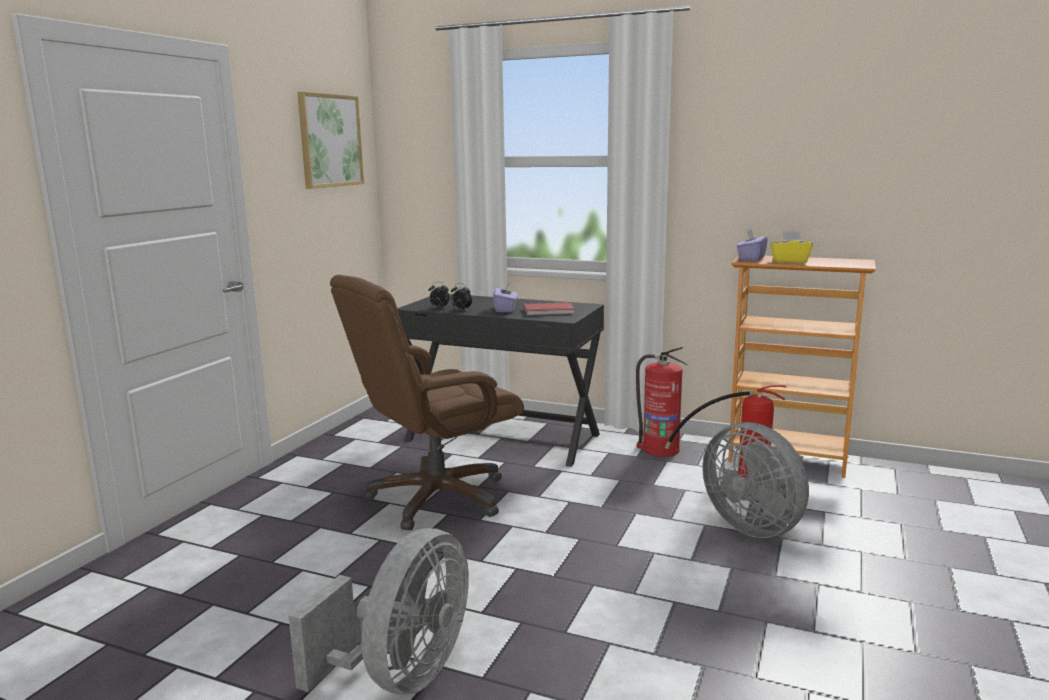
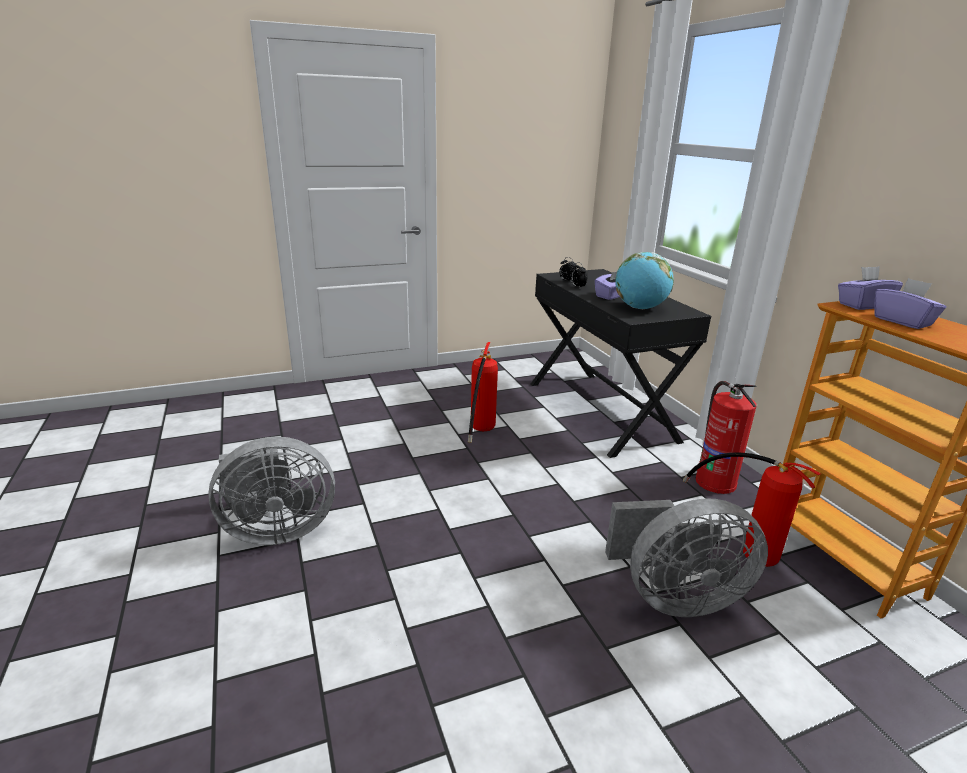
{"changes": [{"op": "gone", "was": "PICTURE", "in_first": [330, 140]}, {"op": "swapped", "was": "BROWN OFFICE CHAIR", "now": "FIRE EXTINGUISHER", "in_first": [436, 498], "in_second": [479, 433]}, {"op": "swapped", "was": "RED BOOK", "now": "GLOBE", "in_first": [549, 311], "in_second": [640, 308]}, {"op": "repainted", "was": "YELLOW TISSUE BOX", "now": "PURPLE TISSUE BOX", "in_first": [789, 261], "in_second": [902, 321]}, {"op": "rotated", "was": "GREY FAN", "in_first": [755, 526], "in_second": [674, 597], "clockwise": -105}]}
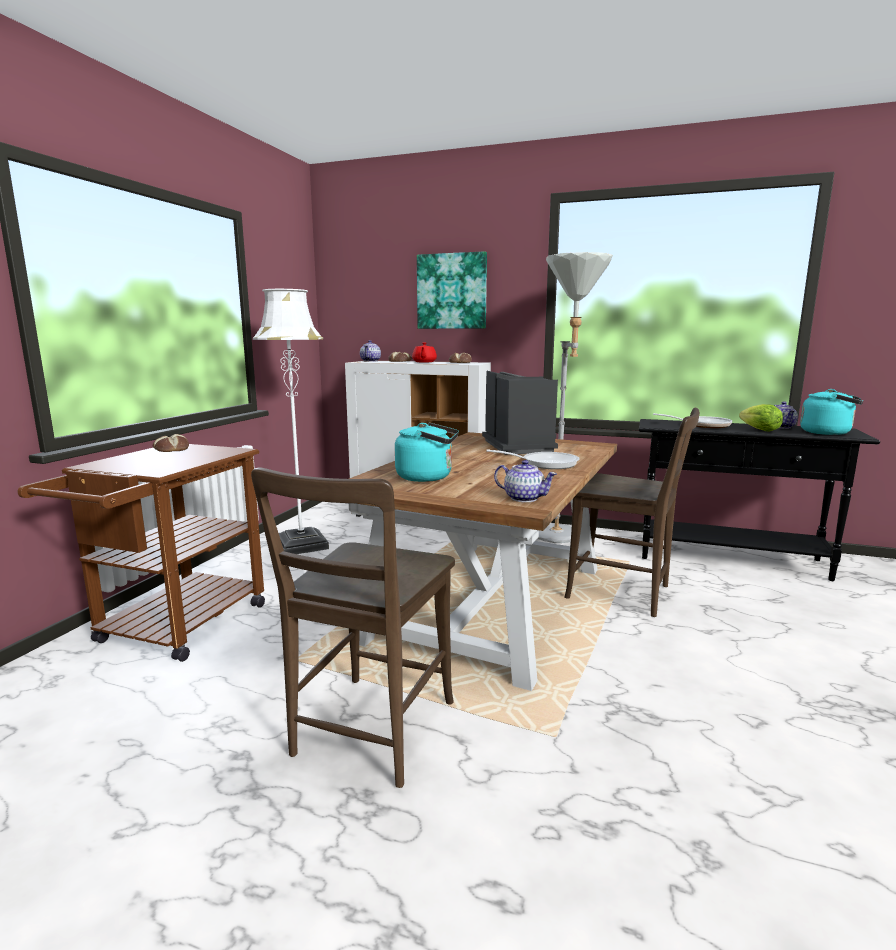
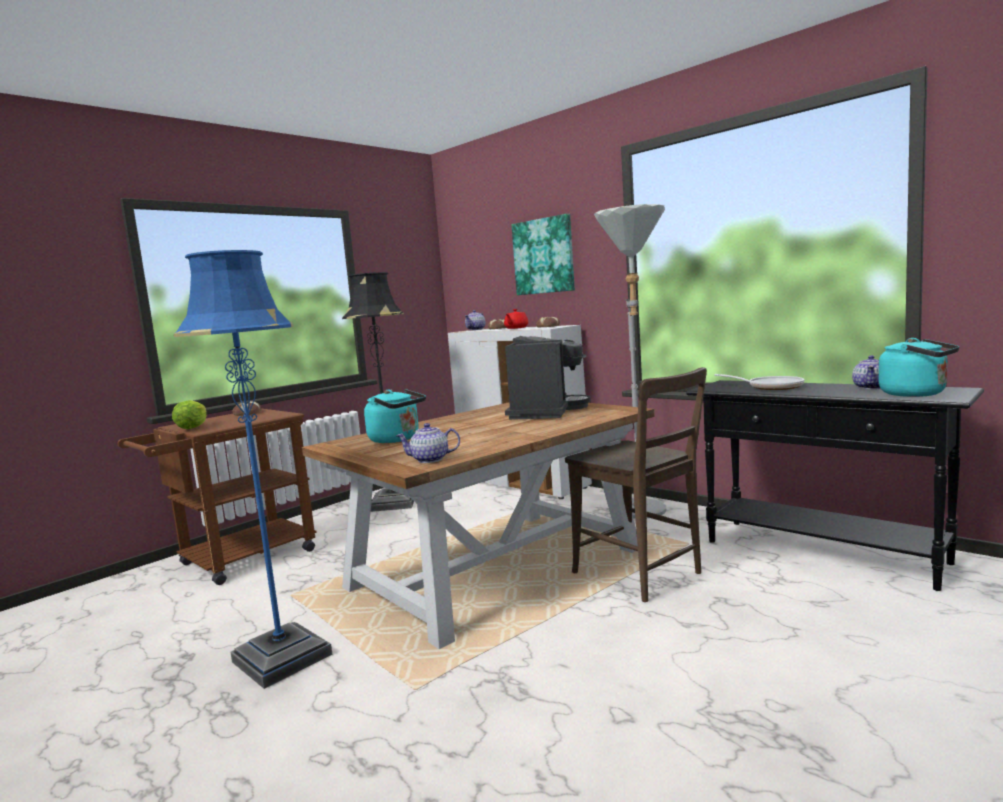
{"changes": [{"op": "gone", "was": "FRYING PAN", "in_first": [544, 463]}, {"op": "shifted", "was": "LETTUCE", "in_first": [759, 430], "in_second": [192, 427]}, {"op": "swapped", "was": "BROWN CHAIR", "now": "BLUE FLOOR LAMP", "in_first": [370, 733], "in_second": [282, 658]}, {"op": "repainted", "was": "WHITE FLOOR LAMP", "now": "BLACK FLOOR LAMP", "in_first": [302, 545], "in_second": [393, 503]}, {"op": "rotated", "was": "TEAPOT", "in_first": [523, 498], "in_second": [430, 459], "clockwise": 120}]}
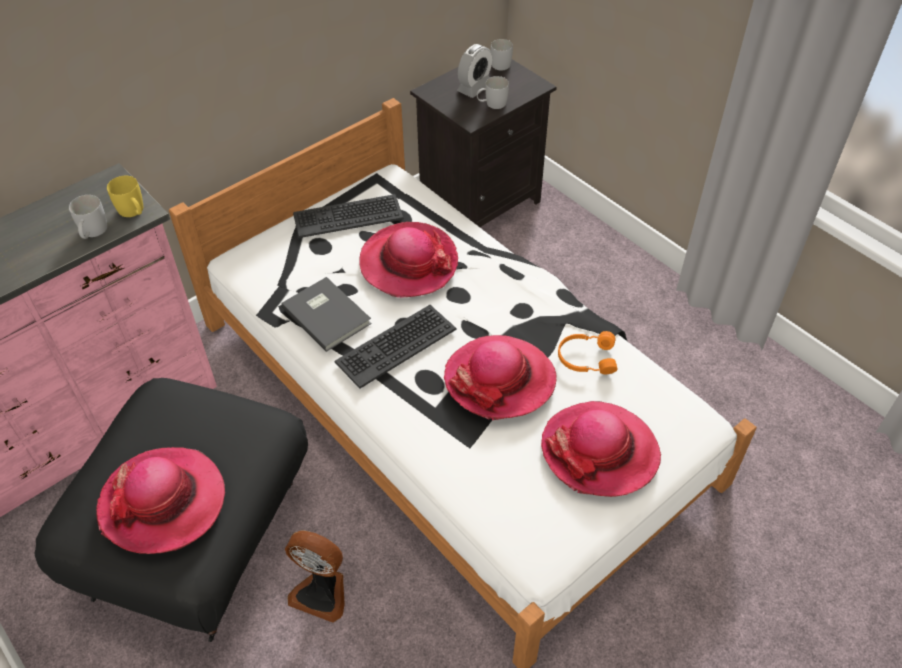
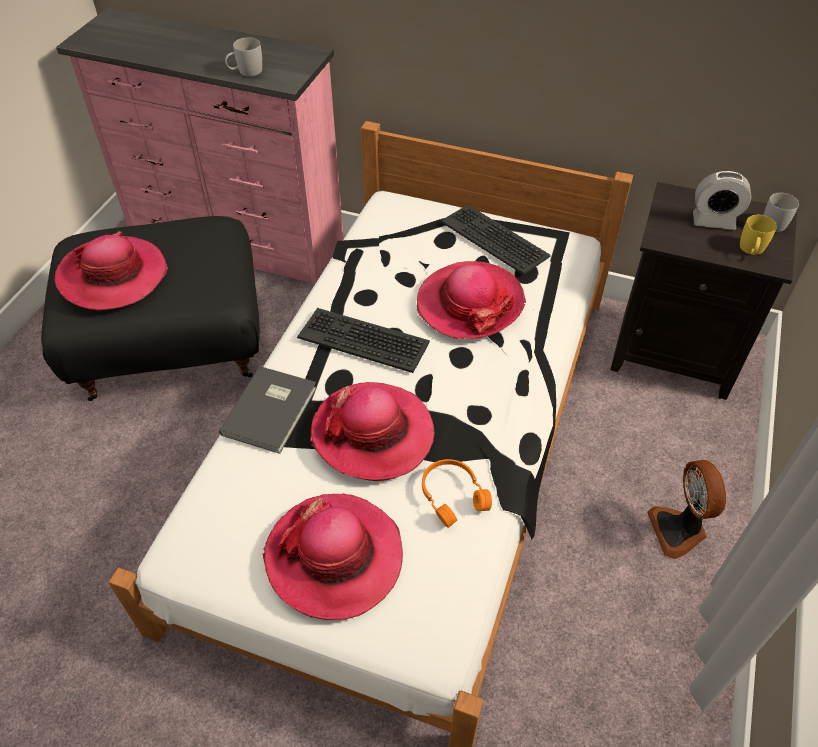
{"changes": [{"op": "gone", "was": "WHITE MUG", "in_first": [492, 104]}, {"op": "shifted", "was": "YELLOW MUG", "in_first": [133, 212], "in_second": [751, 251]}, {"op": "shifted", "was": "GREY BOOK", "in_first": [327, 314], "in_second": [272, 410]}, {"op": "shifted", "was": "FAN", "in_first": [322, 592], "in_second": [679, 530]}]}
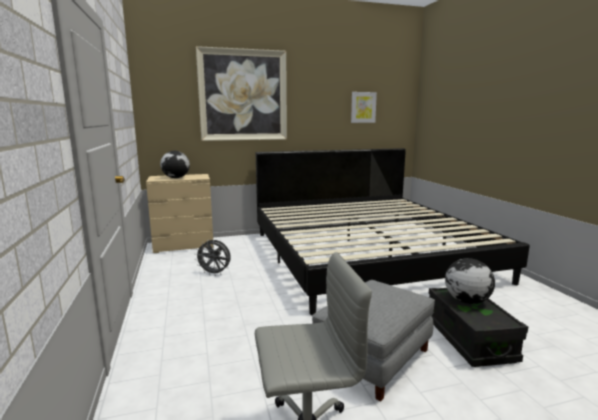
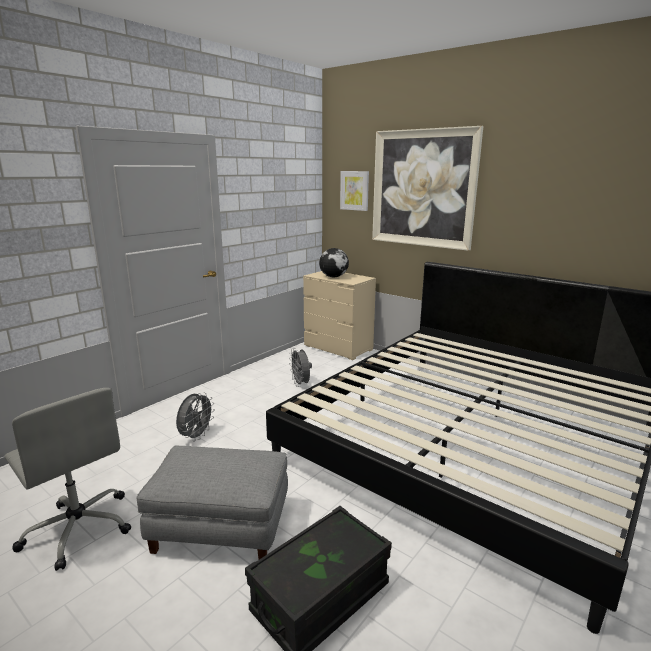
{"changes": [{"op": "gone", "was": "GLOBE", "in_first": [466, 301]}, {"op": "new", "now": "GREY FAN", "in_second": [196, 436]}, {"op": "shifted", "was": "PICTURE", "in_first": [363, 107], "in_second": [354, 190]}]}
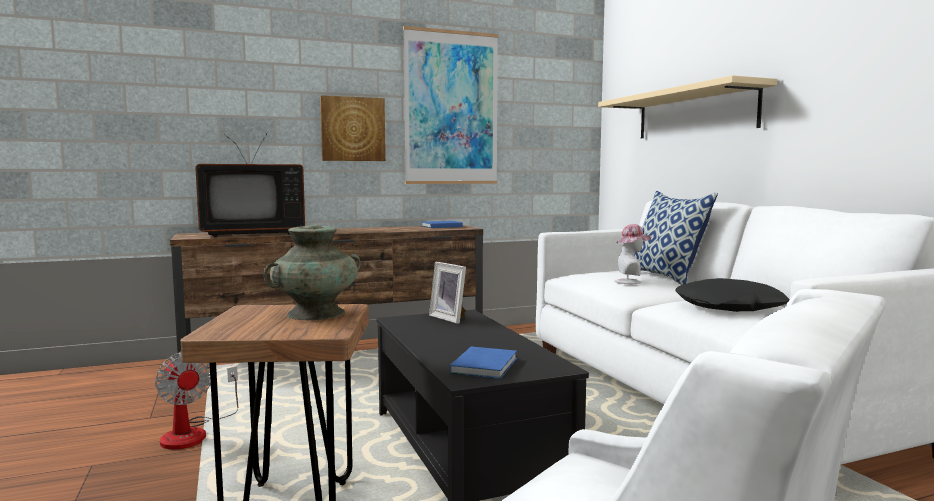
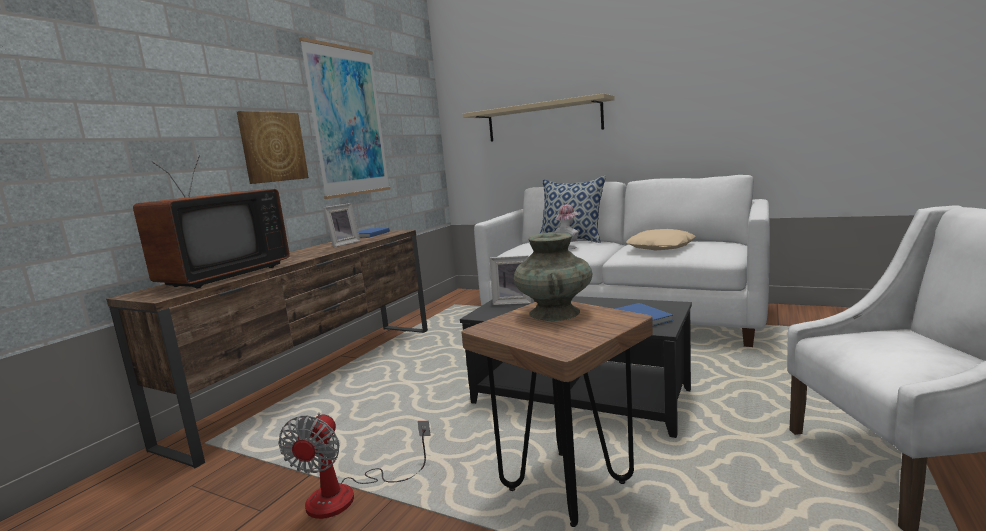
{"changes": [{"op": "new", "now": "PICTURE FRAME", "in_second": [343, 244]}, {"op": "repainted", "was": "BLACK PILLOW", "now": "BEIGE PILLOW", "in_first": [729, 307], "in_second": [661, 247]}, {"op": "rotated", "was": "FAN", "in_first": [193, 433], "in_second": [348, 494], "clockwise": 90}]}
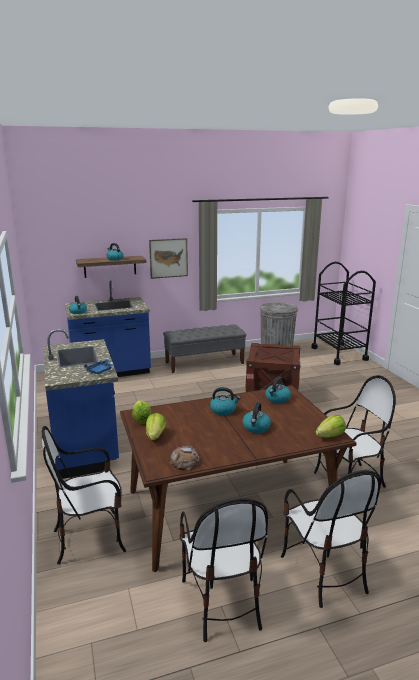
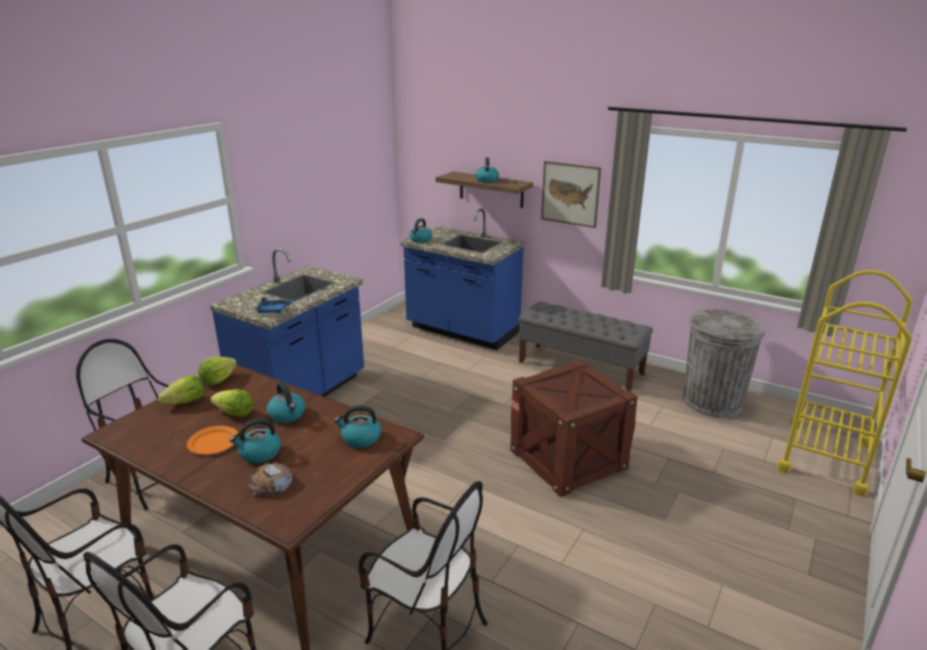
{"changes": [{"op": "new", "now": "ORANGE PLATE", "in_second": [213, 442]}, {"op": "shifted", "was": "BREAD", "in_first": [185, 461], "in_second": [271, 484]}, {"op": "shifted", "was": "LETTUCE", "in_first": [330, 436], "in_second": [234, 414]}, {"op": "repainted", "was": "BLACK CART", "now": "YELLOW CART", "in_first": [339, 354], "in_second": [825, 456]}]}
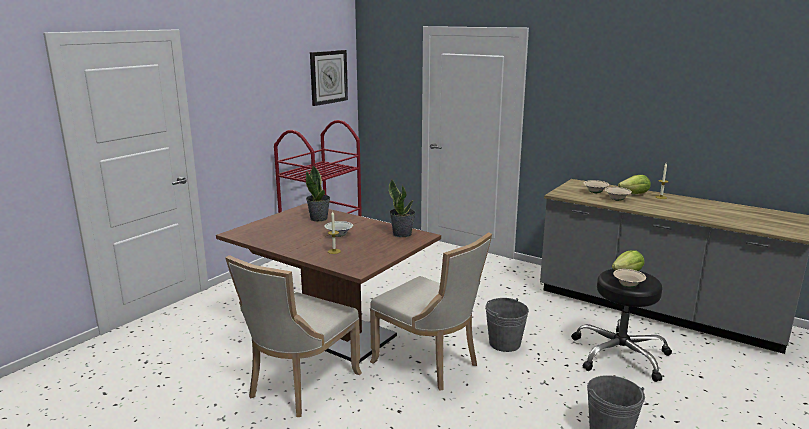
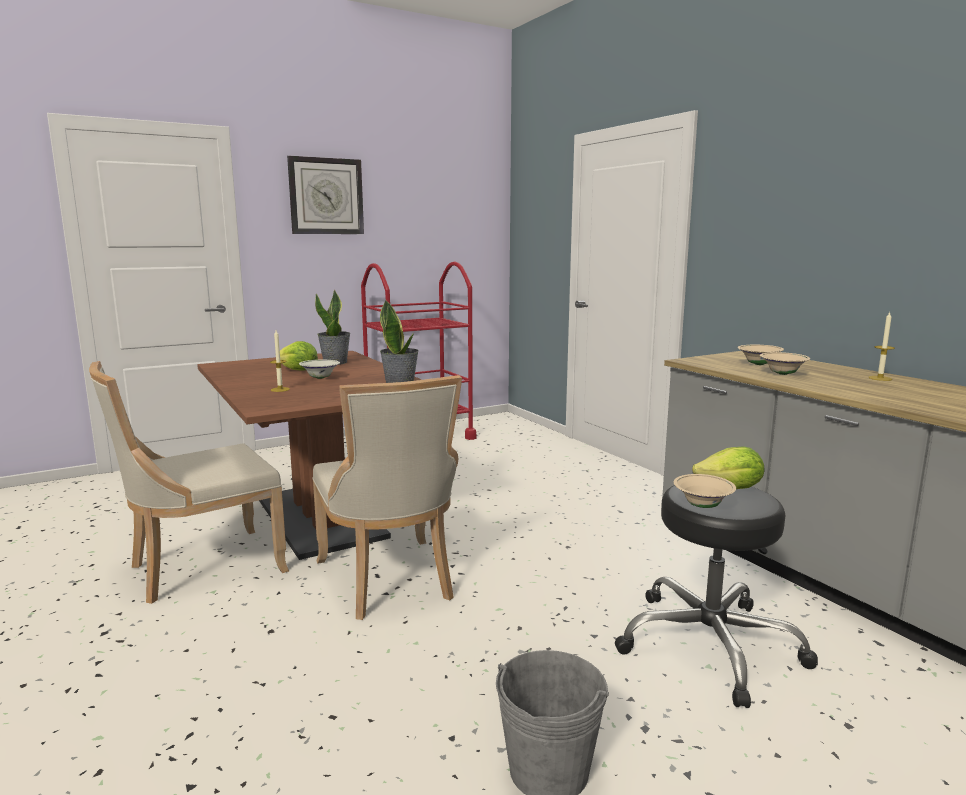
{"changes": [{"op": "gone", "was": "GREY BUCKET", "in_first": [504, 343]}, {"op": "shifted", "was": "WALL CLOCK", "in_first": [328, 77], "in_second": [326, 196]}, {"op": "shifted", "was": "LETTUCE", "in_first": [635, 194], "in_second": [298, 370]}]}
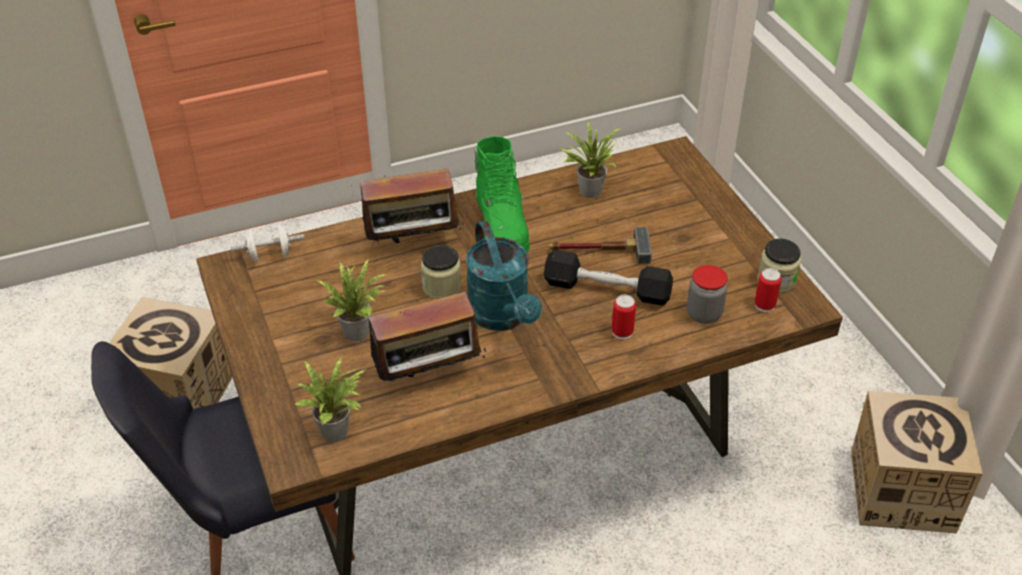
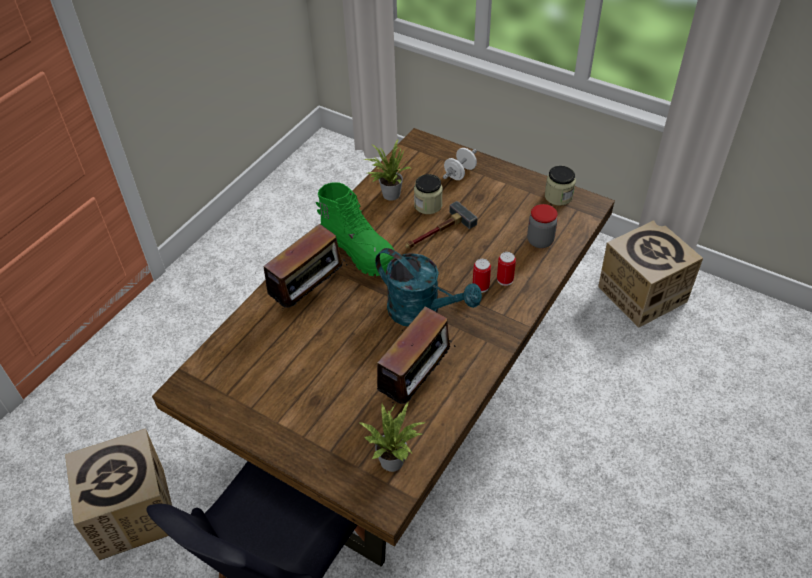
{"changes": [{"op": "gone", "was": "POTTED PLANT", "in_first": [358, 330]}, {"op": "gone", "was": "BLACK DUMBBELL", "in_first": [607, 289]}, {"op": "shifted", "was": "WHITE DUMBBELL", "in_first": [270, 255], "in_second": [460, 173]}, {"op": "shifted", "was": "JAR", "in_first": [441, 287], "in_second": [428, 205]}, {"op": "shifted", "was": "CAN", "in_first": [764, 305], "in_second": [480, 286]}]}
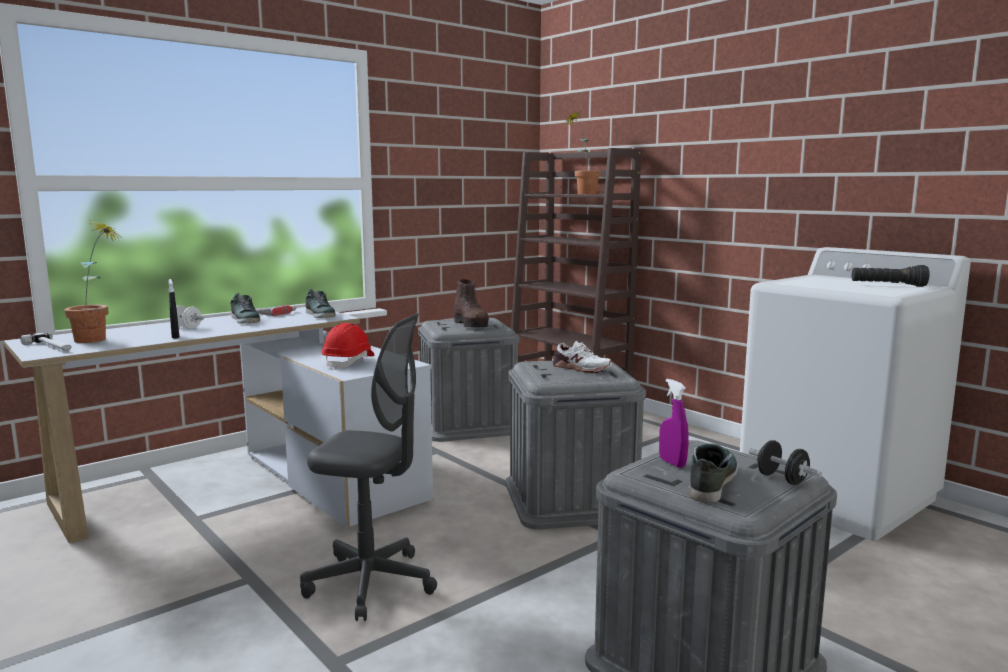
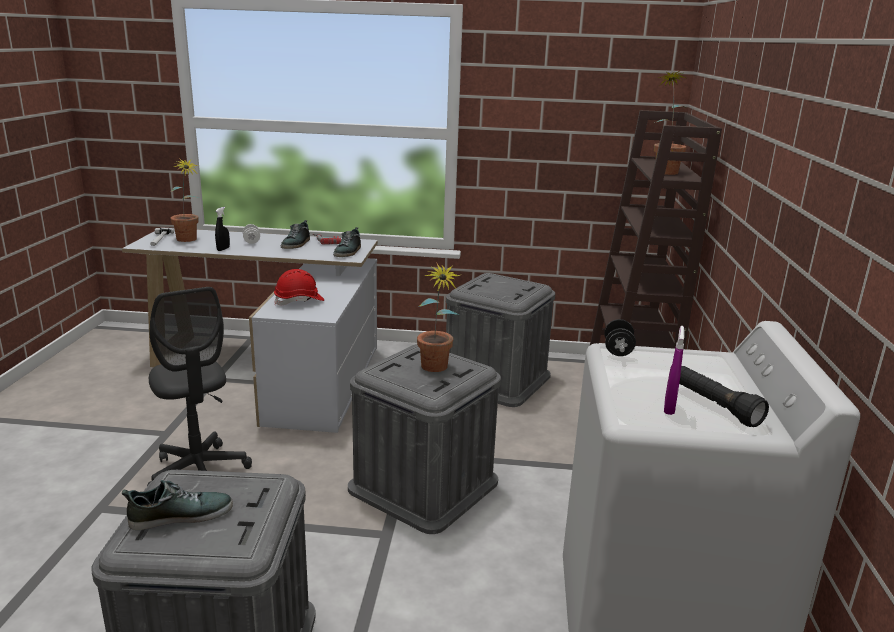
{"changes": [{"op": "gone", "was": "BROWN BOOT", "in_first": [471, 325]}, {"op": "shifted", "was": "PURPLE SPRAY BOTTLE", "in_first": [672, 463], "in_second": [669, 408]}, {"op": "shifted", "was": "BLACK DUMBBELL", "in_first": [781, 479], "in_second": [618, 351]}, {"op": "swapped", "was": "WHITE SHOE", "now": "POTTED PLANT", "in_first": [581, 368], "in_second": [435, 370]}]}
